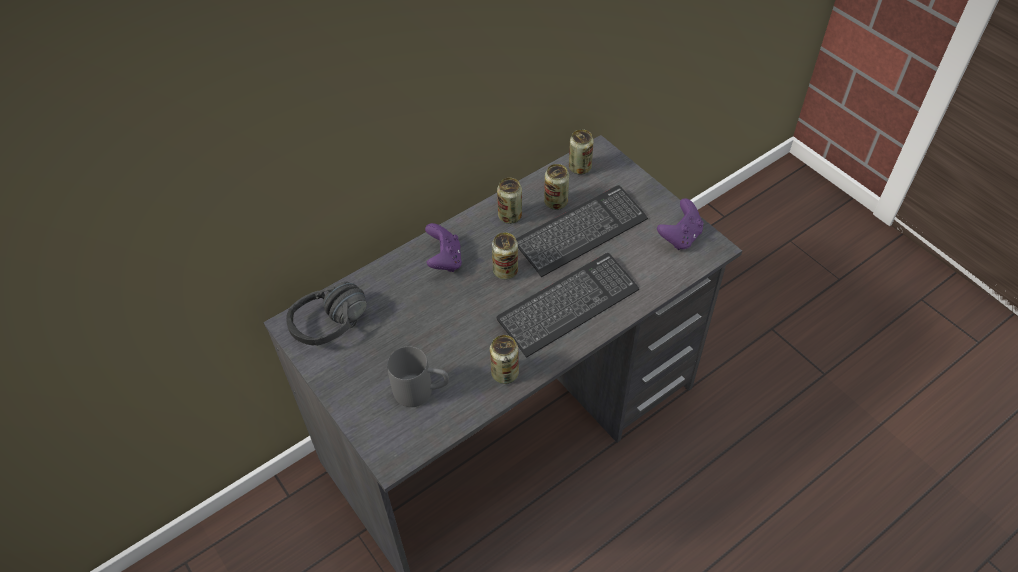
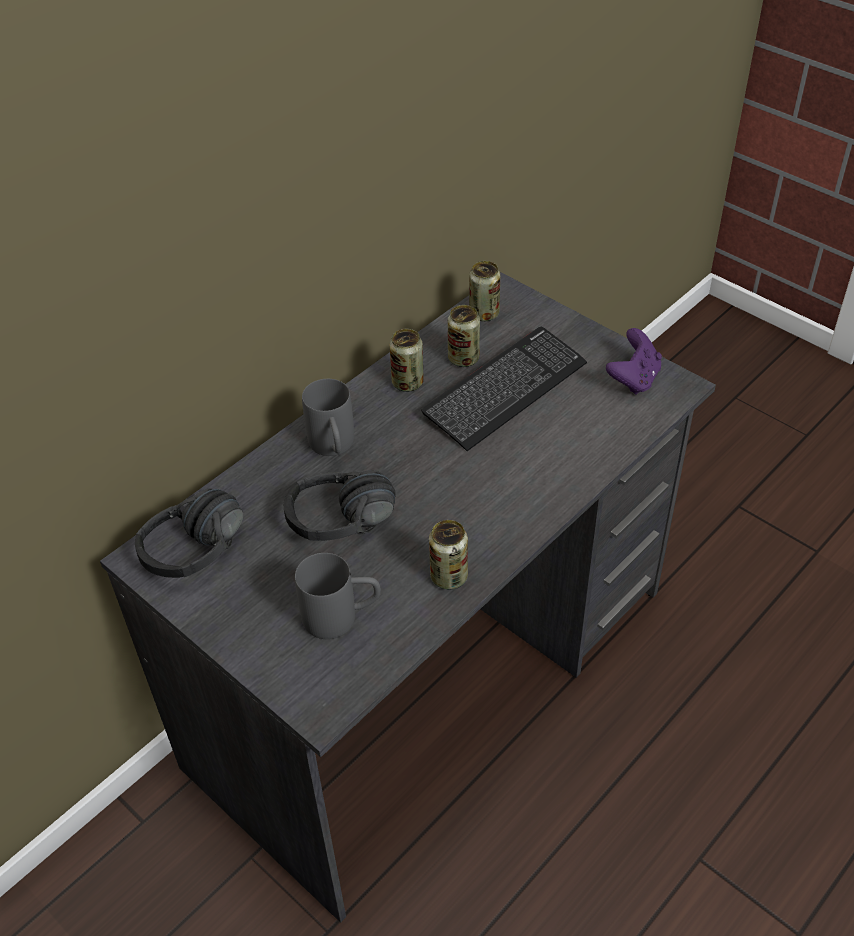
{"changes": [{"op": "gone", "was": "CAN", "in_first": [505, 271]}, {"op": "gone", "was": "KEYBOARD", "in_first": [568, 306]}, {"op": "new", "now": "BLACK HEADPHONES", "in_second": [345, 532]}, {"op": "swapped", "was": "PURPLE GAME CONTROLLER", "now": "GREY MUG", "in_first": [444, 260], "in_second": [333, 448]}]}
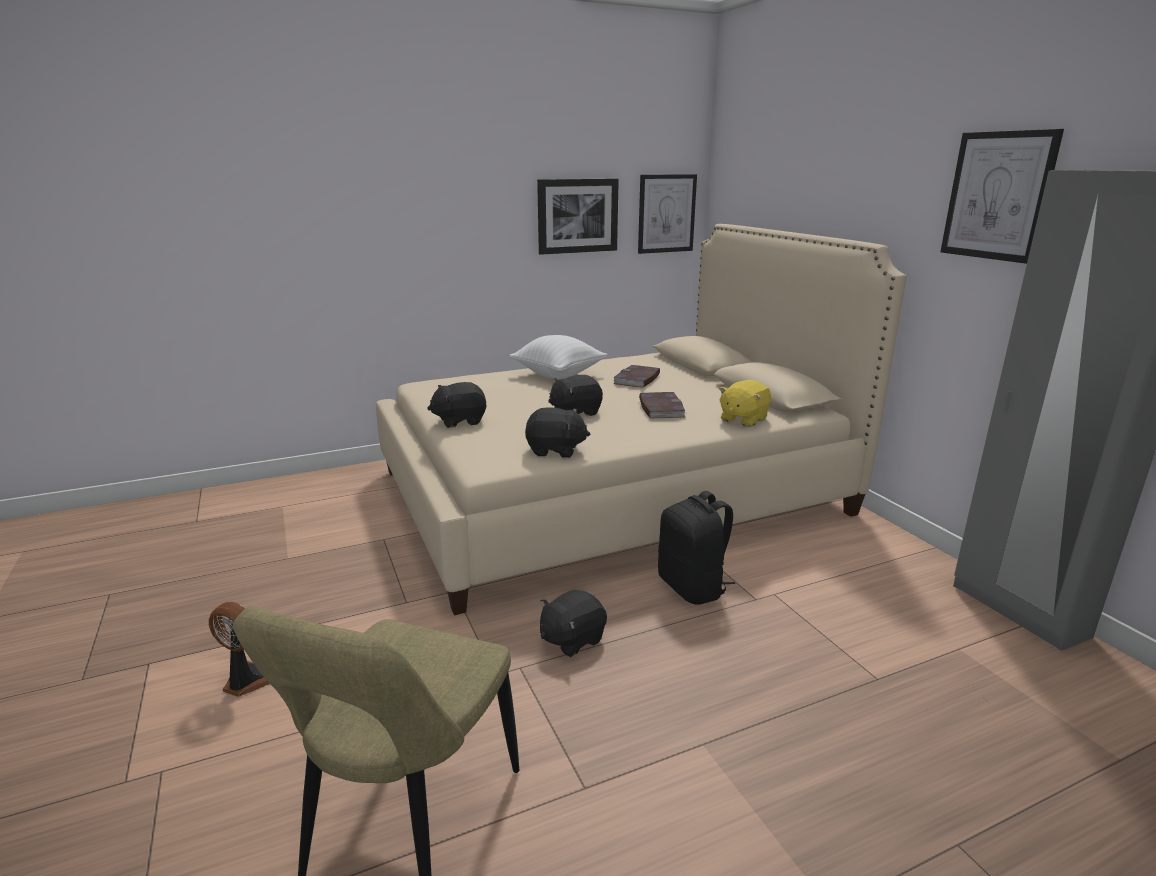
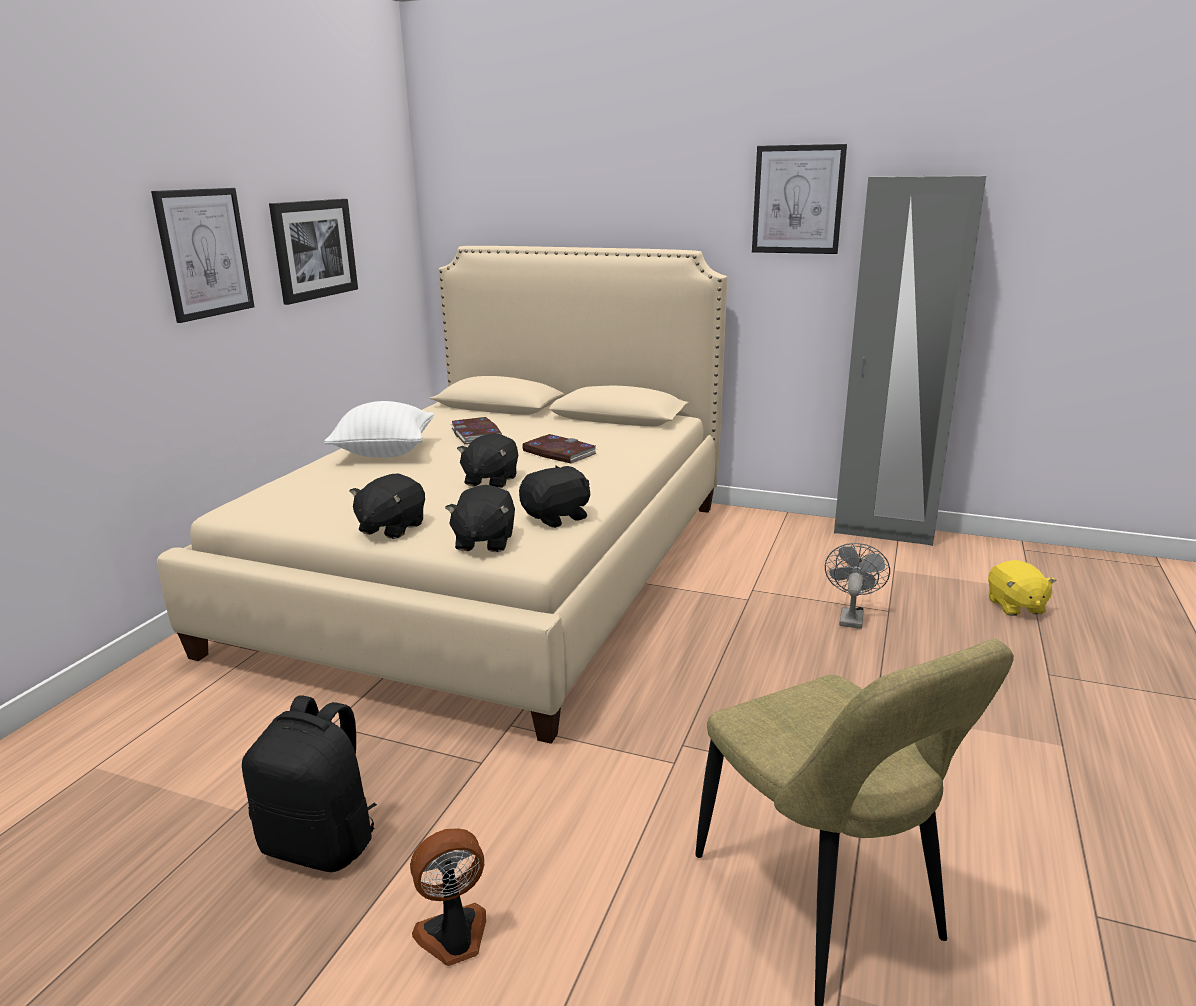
{"changes": [{"op": "new", "now": "GREY FAN", "in_second": [851, 616]}, {"op": "shifted", "was": "BLACK PLUSH TOY", "in_first": [571, 639], "in_second": [484, 542]}, {"op": "shifted", "was": "PICTURE", "in_first": [666, 213], "in_second": [204, 253]}, {"op": "shifted", "was": "BLACK BACKPACK", "in_first": [693, 587], "in_second": [321, 843]}, {"op": "shifted", "was": "YELLOW PLUSH TOY", "in_first": [743, 419], "in_second": [1015, 606]}]}
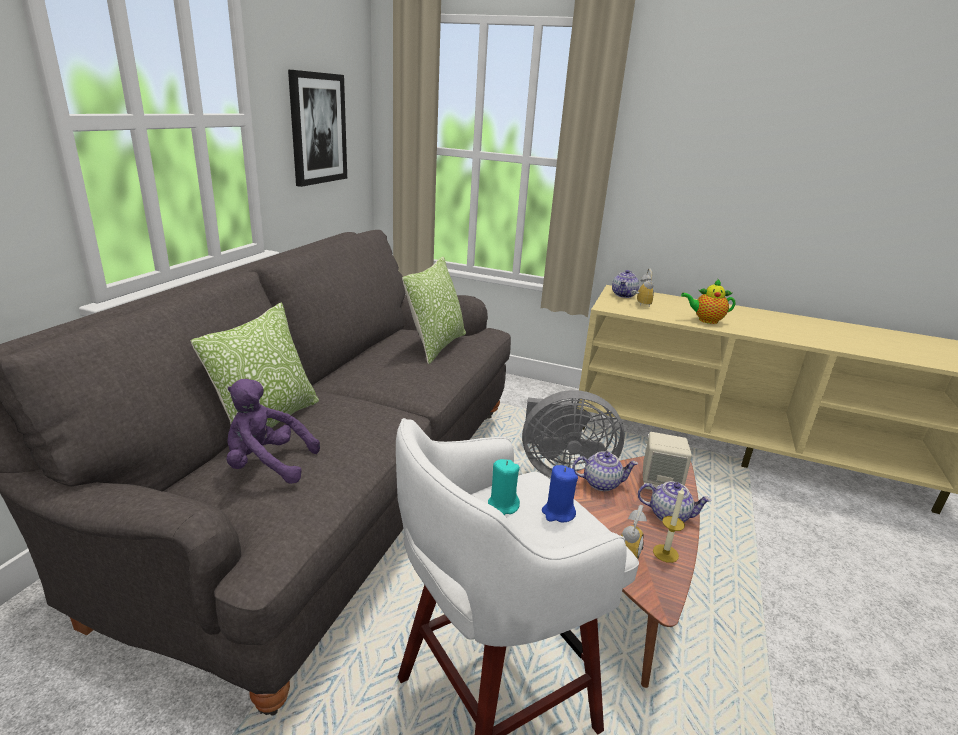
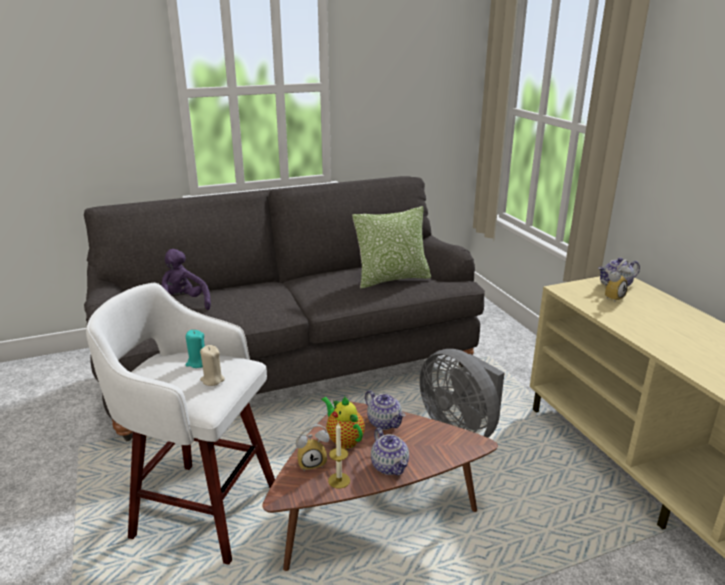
{"changes": [{"op": "gone", "was": "PILLOW", "in_first": [268, 422]}, {"op": "gone", "was": "PICTURE", "in_first": [318, 129]}, {"op": "gone", "was": "BEIGE SPEAKER", "in_first": [660, 483]}, {"op": "shifted", "was": "TEAPOT", "in_first": [705, 320], "in_second": [344, 439]}, {"op": "repainted", "was": "BLUE CANDLE", "now": "BEIGE CANDLE", "in_first": [558, 513], "in_second": [212, 380]}]}
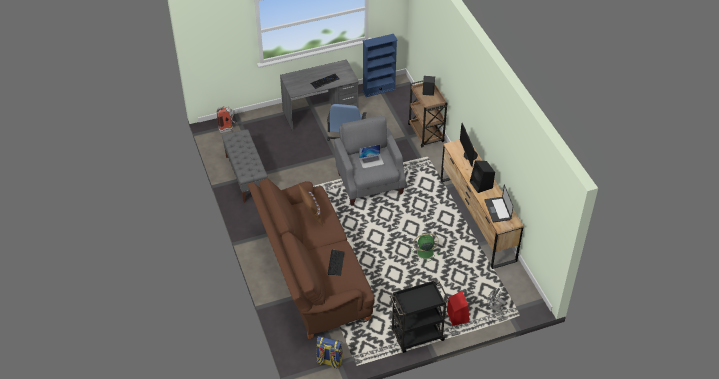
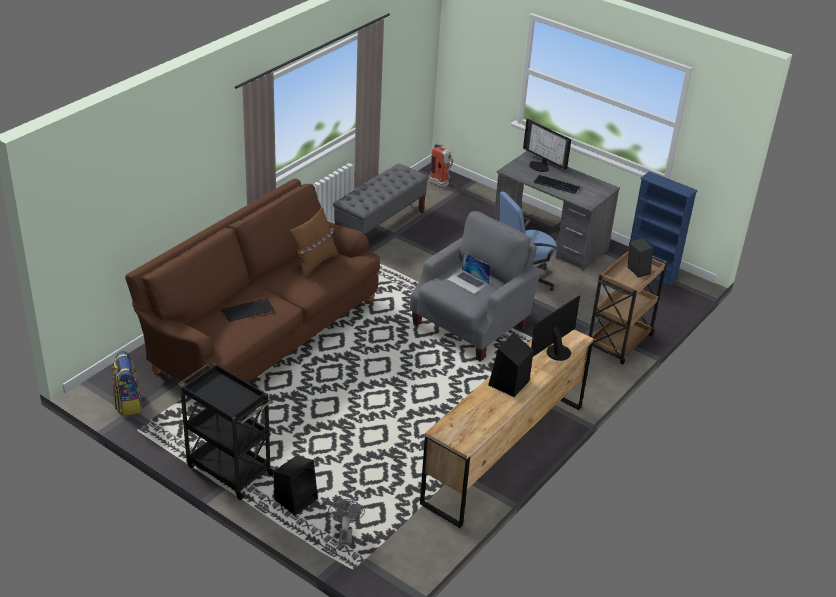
{"changes": [{"op": "gone", "was": "GREEN FAN", "in_first": [424, 252]}, {"op": "gone", "was": "LAPTOP", "in_first": [497, 210]}, {"op": "new", "now": "MONITOR", "in_second": [540, 166]}, {"op": "repainted", "was": "RED SPEAKER", "now": "BLACK SPEAKER", "in_first": [457, 316], "in_second": [296, 499]}]}
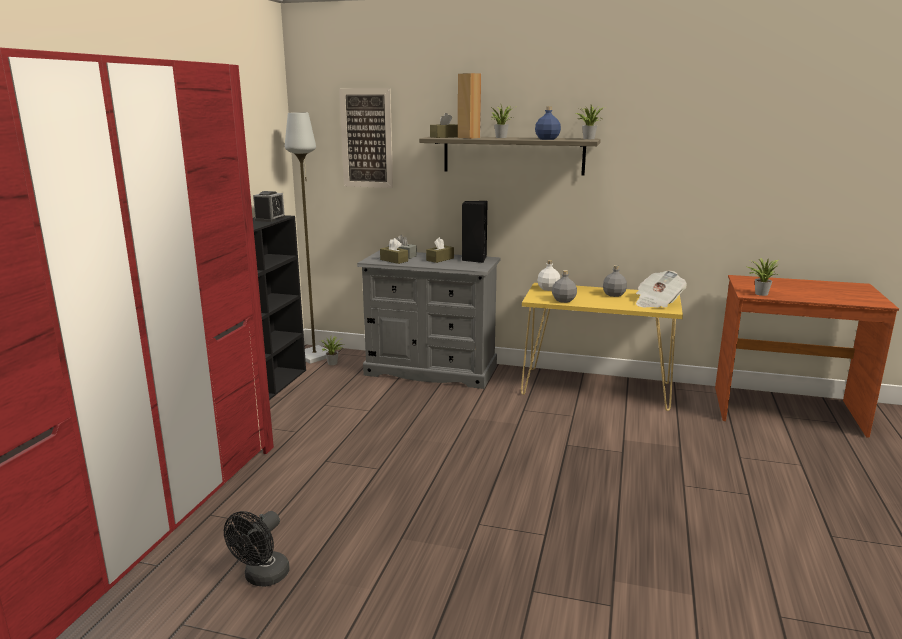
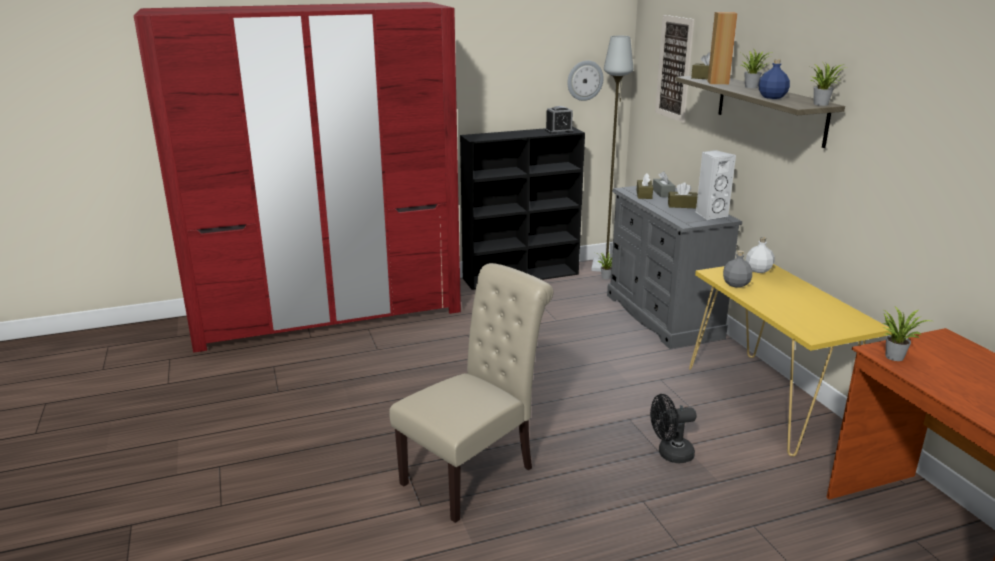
{"changes": [{"op": "gone", "was": "GREY BOTTLE", "in_first": [613, 295]}, {"op": "gone", "was": "NEWSPAPER", "in_first": [657, 303]}, {"op": "new", "now": "BEIGE CHAIR", "in_second": [474, 472]}, {"op": "new", "now": "WALL CLOCK", "in_second": [584, 80]}, {"op": "shifted", "was": "BLACK FAN", "in_first": [262, 578], "in_second": [670, 454]}, {"op": "repainted", "was": "BLACK SPEAKER", "now": "WHITE SPEAKER", "in_first": [474, 259], "in_second": [710, 215]}]}
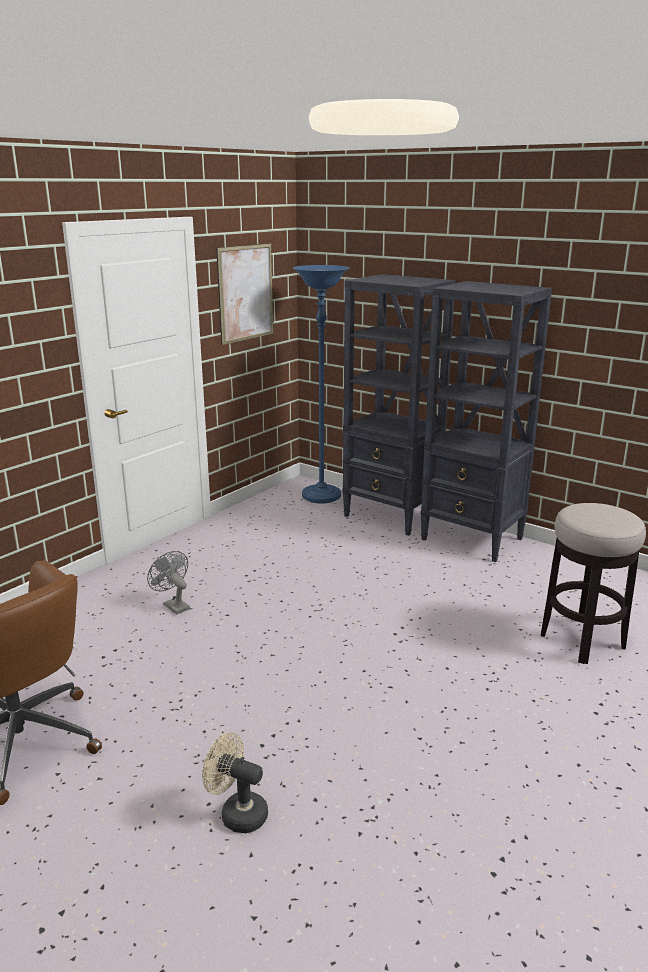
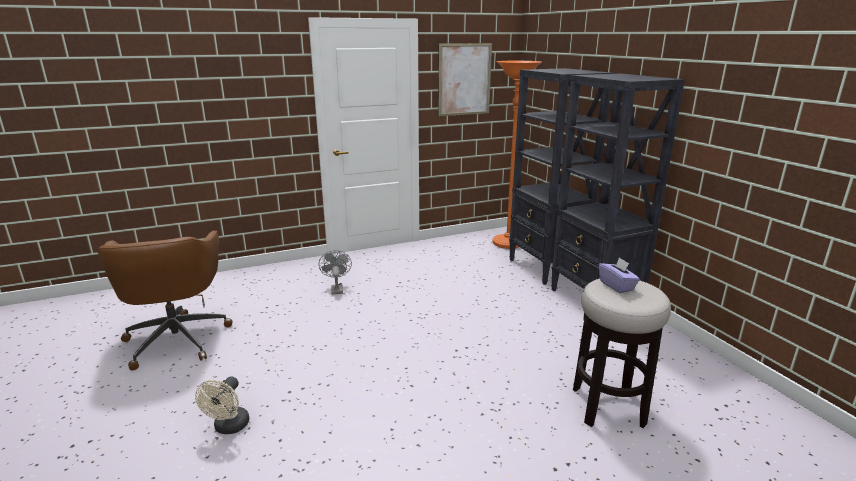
{"changes": [{"op": "new", "now": "PURPLE TISSUE BOX", "in_second": [617, 286]}, {"op": "repainted", "was": "BLUE FLOOR LAMP", "now": "ORANGE FLOOR LAMP", "in_first": [321, 496], "in_second": [507, 243]}, {"op": "rotated", "was": "BEIGE FAN", "in_first": [237, 813], "in_second": [229, 427], "clockwise": -135}]}
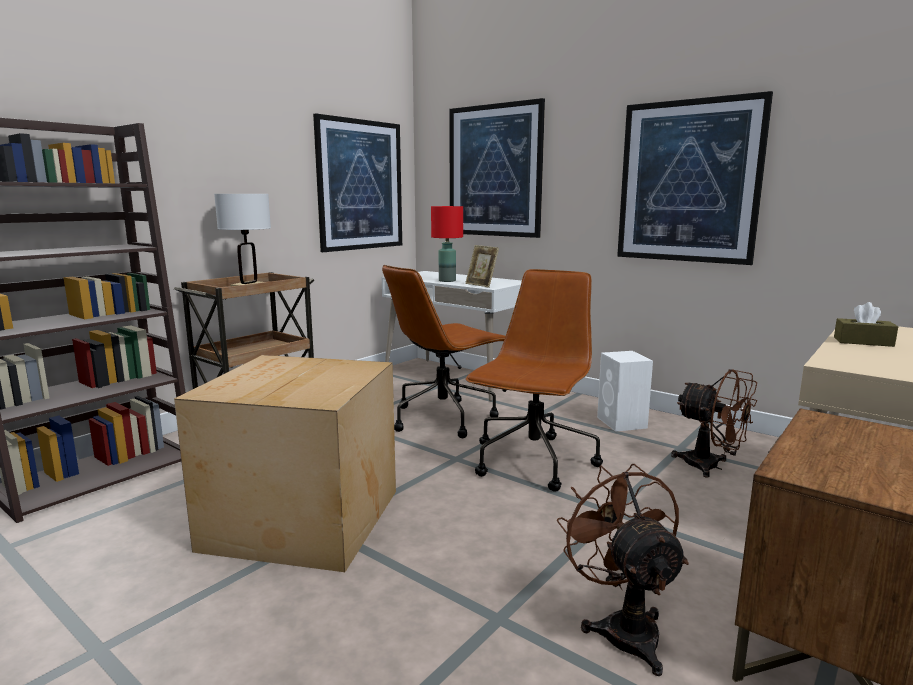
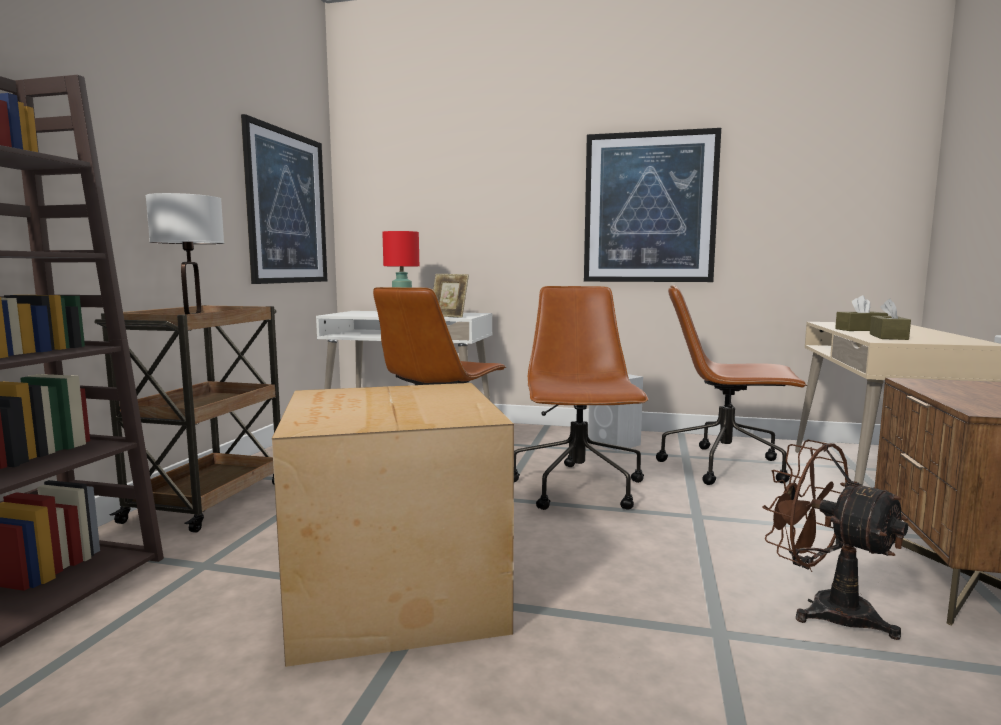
{"changes": [{"op": "gone", "was": "PICTURE", "in_first": [494, 171]}, {"op": "new", "now": "BROWN TISSUE BOX", "in_second": [888, 337]}, {"op": "swapped", "was": "BROWN FAN", "now": "BROWN OFFICE CHAIR", "in_first": [711, 467], "in_second": [726, 466]}]}
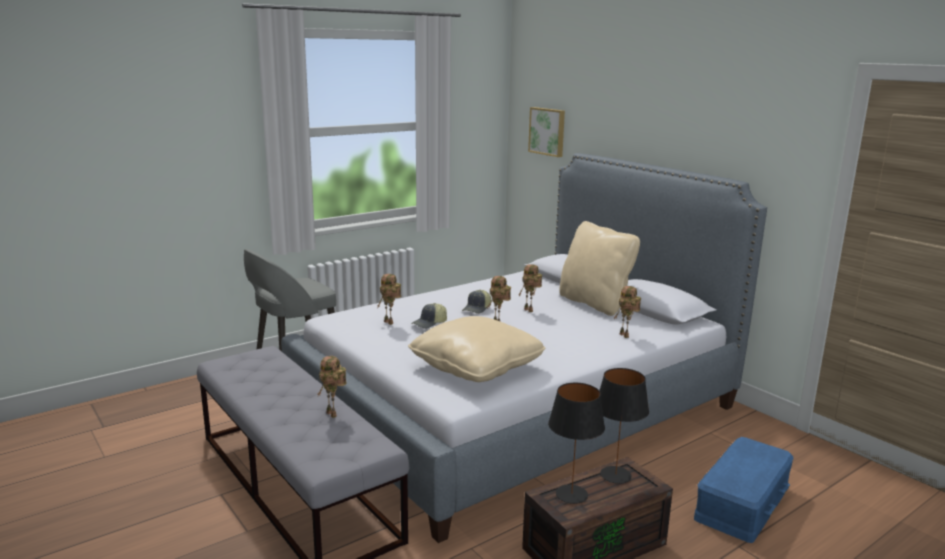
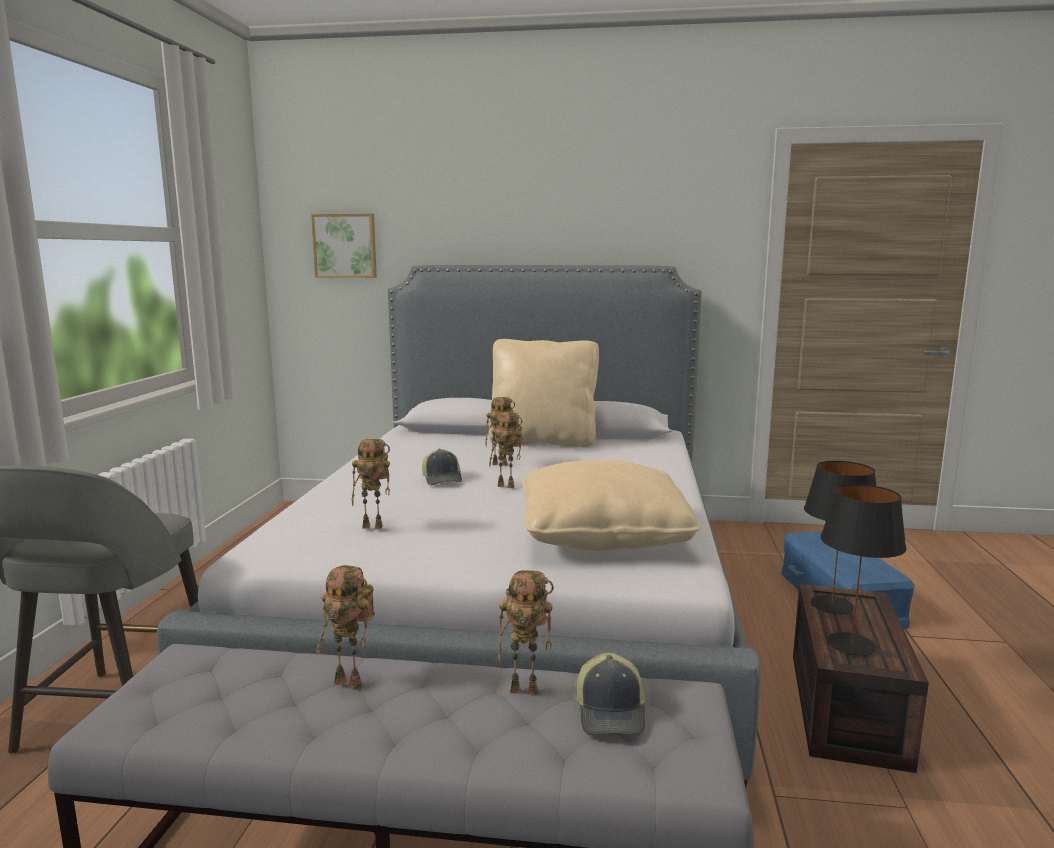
{"changes": [{"op": "shifted", "was": "CAP", "in_first": [430, 323], "in_second": [612, 712]}, {"op": "shifted", "was": "TOY ROBOT", "in_first": [625, 335], "in_second": [351, 682]}]}
